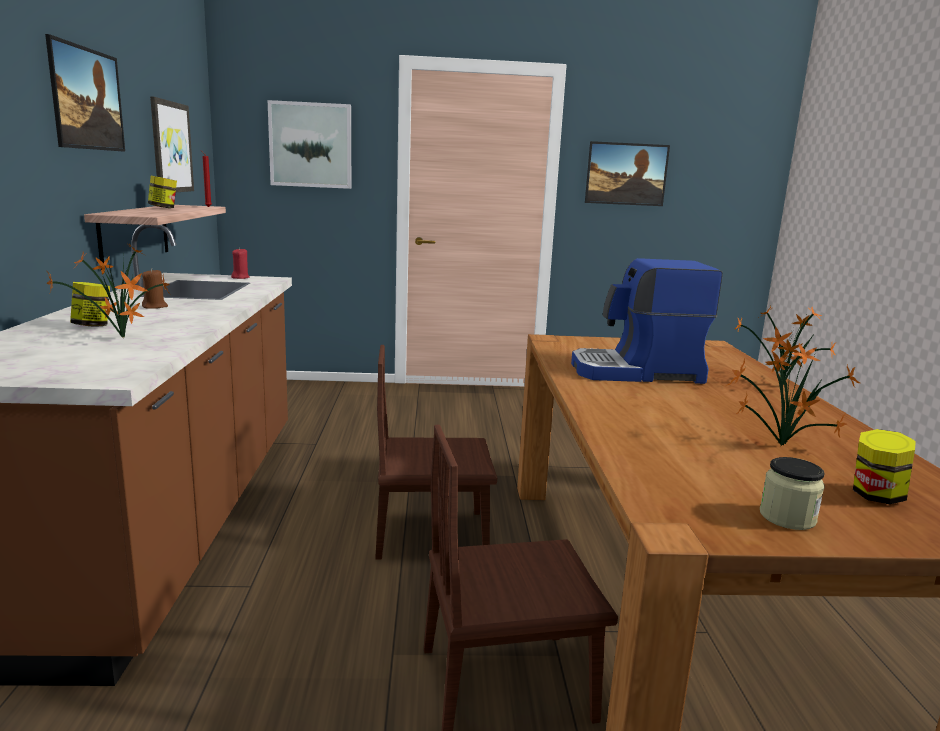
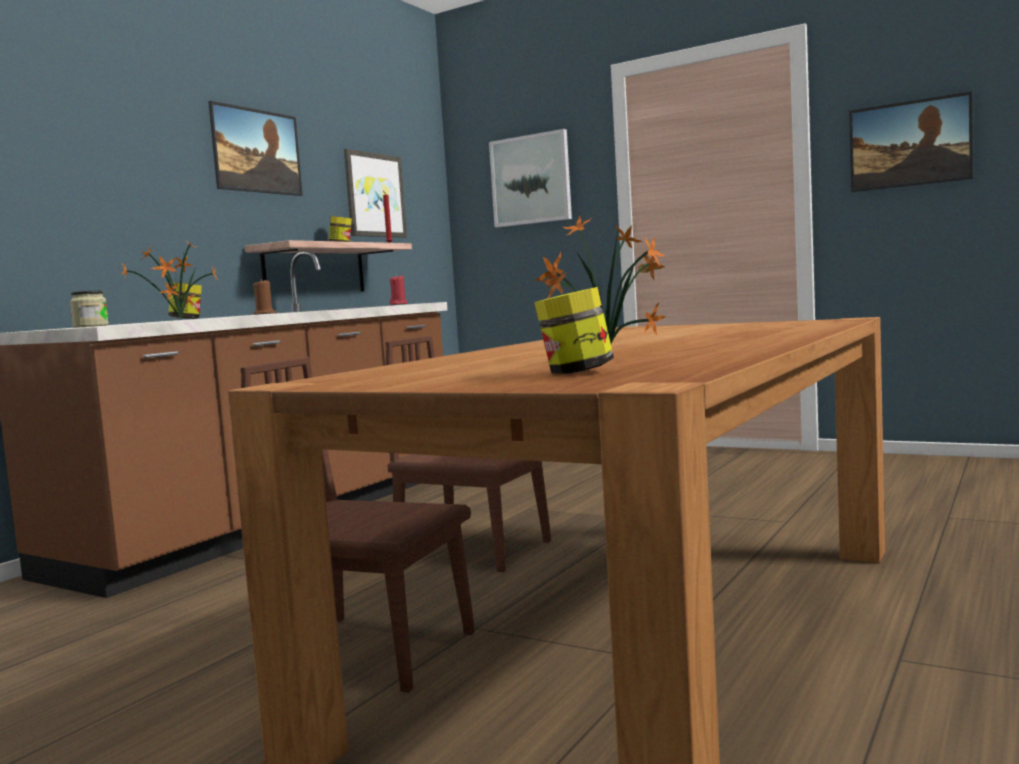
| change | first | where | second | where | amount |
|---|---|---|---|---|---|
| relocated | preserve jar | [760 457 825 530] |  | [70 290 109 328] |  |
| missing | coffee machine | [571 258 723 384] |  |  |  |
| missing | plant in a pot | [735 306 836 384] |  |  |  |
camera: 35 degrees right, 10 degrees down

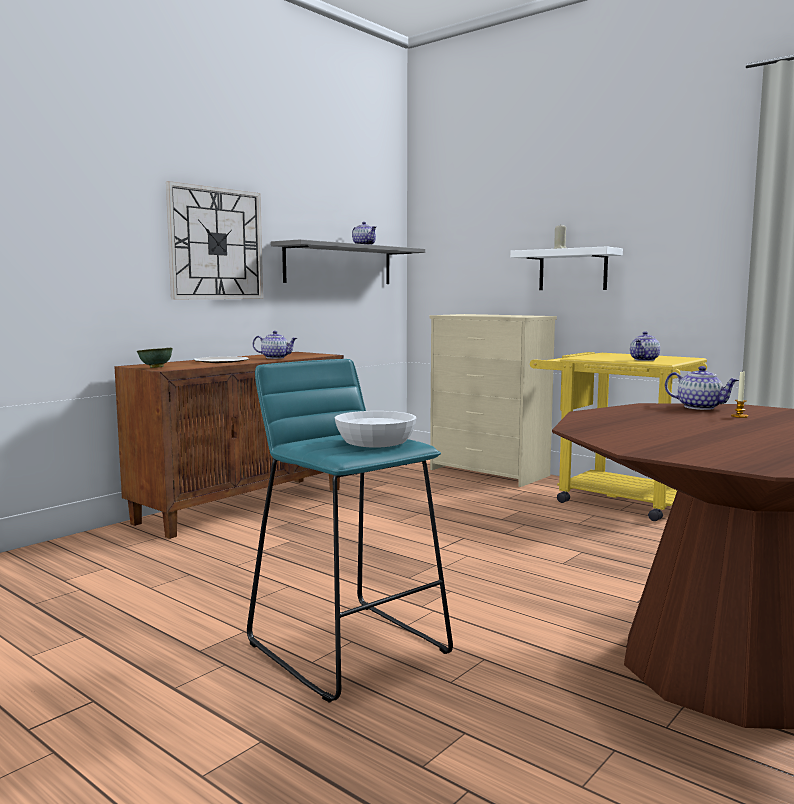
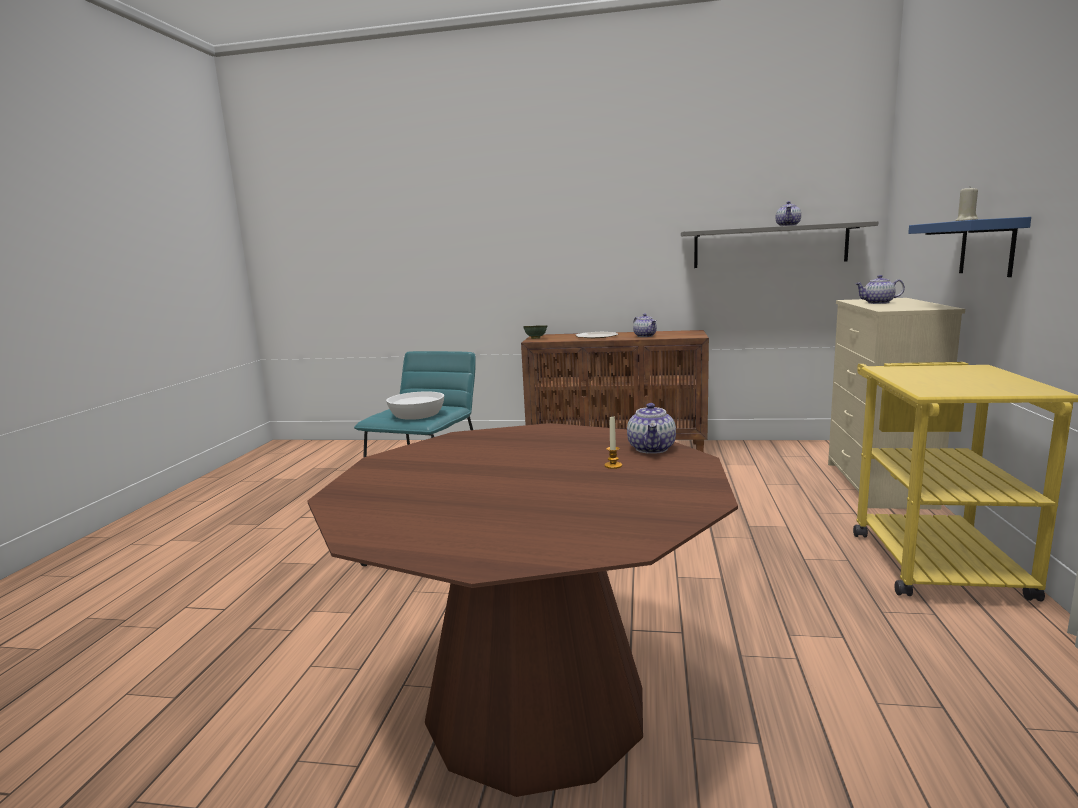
| change | first | where | second | where | amount |
|---|---|---|---|---|---|
| relocated | teapot | [630 331 660 361] |  | [855 275 905 304] |  |
| colour | bracket shelf in white-coloured | [510 246 623 290] | bracket shelf in blue | [908 217 1031 277] |  |
| missing | clock on the wall | [166 181 263 299] |  |  |  |
camera: 60 degrees right, 5 degrees up

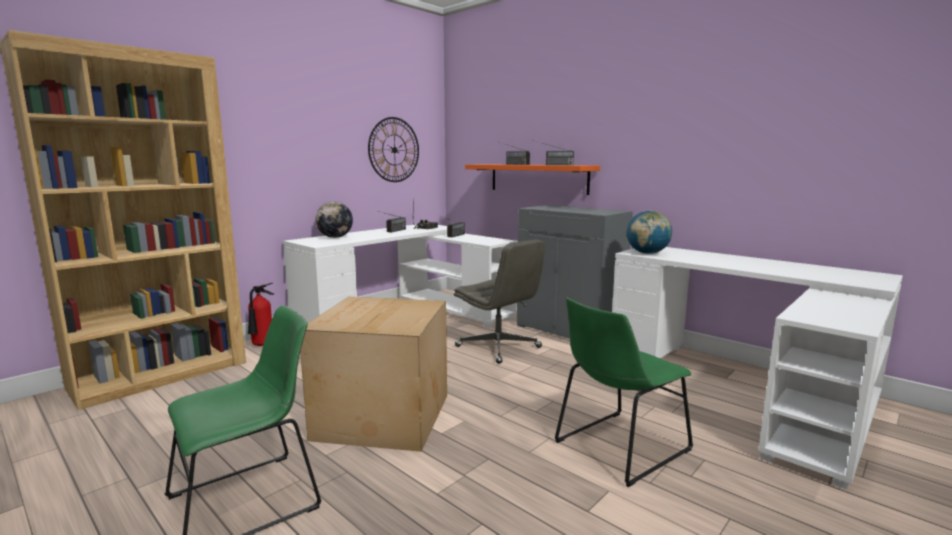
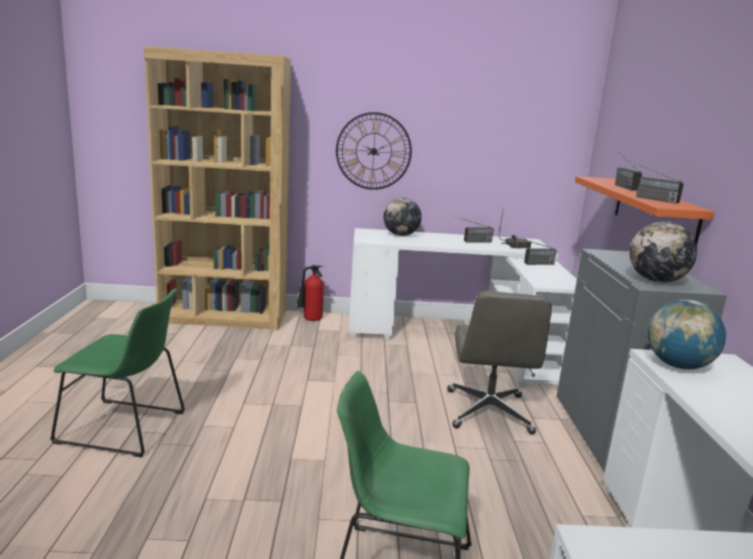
| change | first | where | second | where | amount |
|---|---|---|---|---|---|
| relocated | clock on the wall | [368 117 419 182] |  | [336 112 412 190] |  |
| appeared |  |  | desk globe | [630 222 697 283] |  |
| missing | packing box | [300 297 447 452] |  |  |  |
camera: 45 degrees right, 5 degrees up

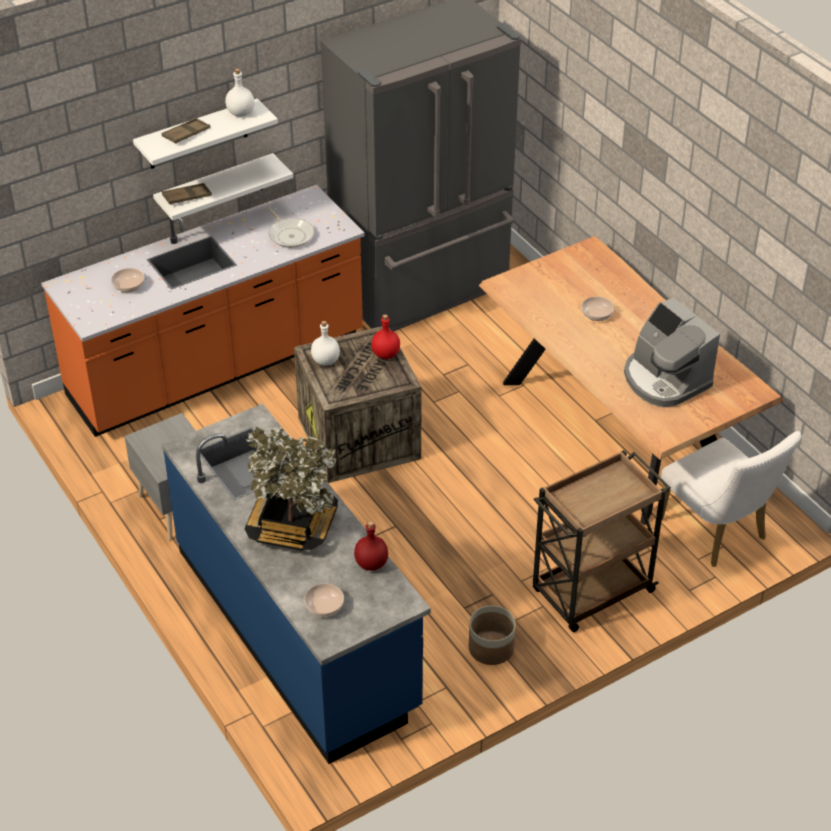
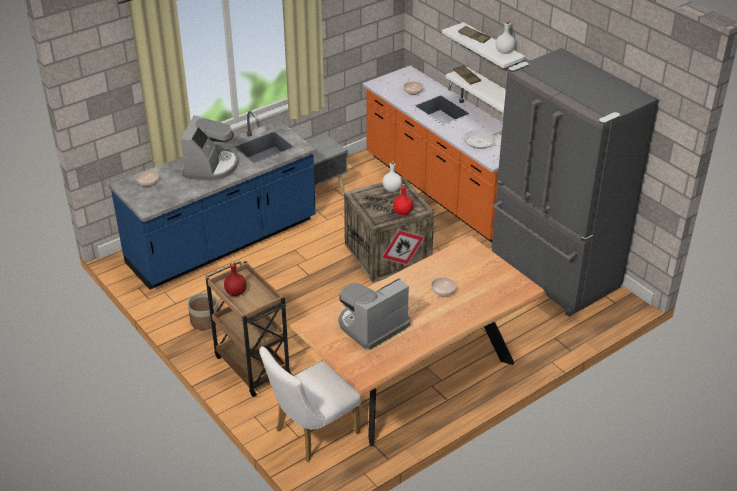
| change | first | where | second | where | amount |
|---|---|---|---|---|---|
| exchanged | plant in a pot | [245 426 338 551] | coffee machine | [181 115 238 182] |  |
| relocated | bottle in red-coloured | [354 521 388 571] |  | [224 261 246 296] |  |
camera: 85 degrees right, 5 degrees down

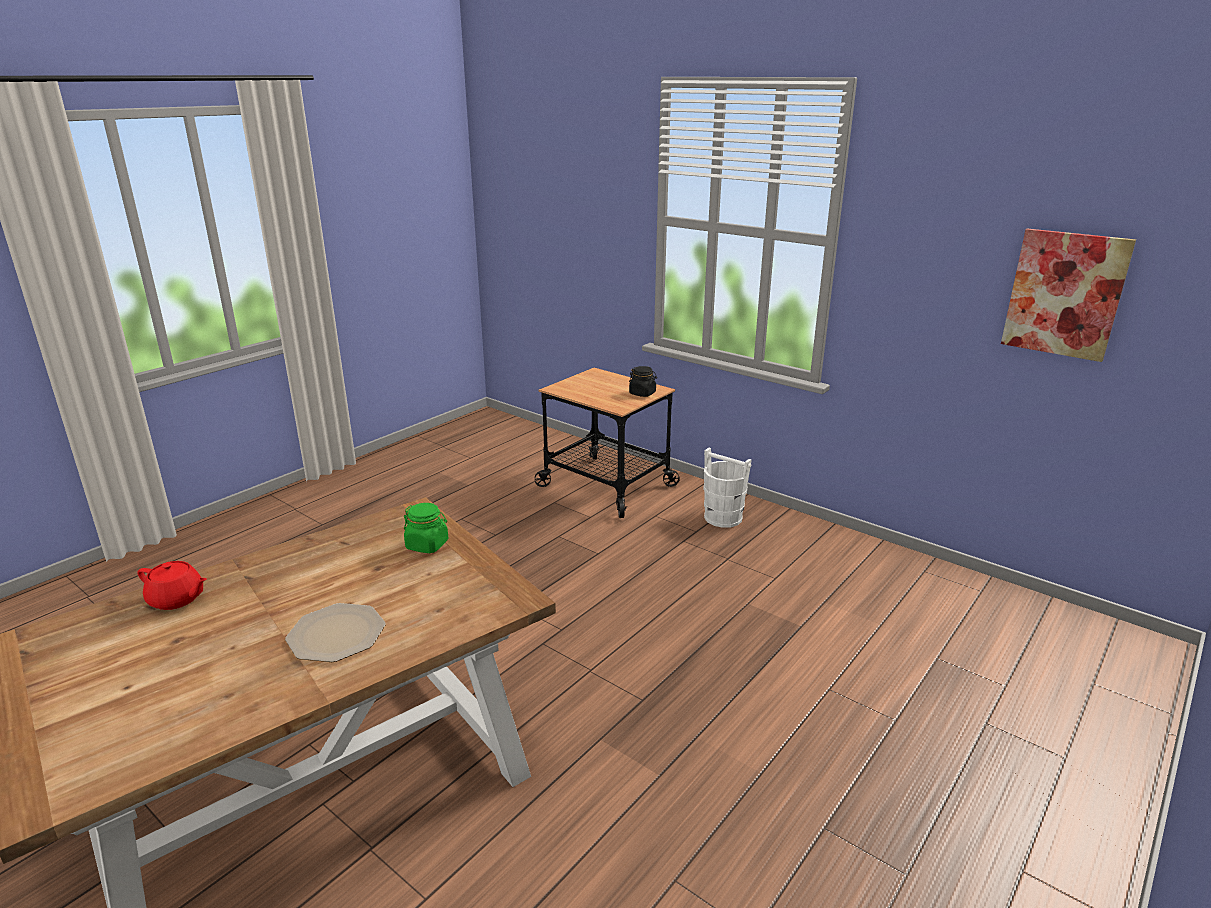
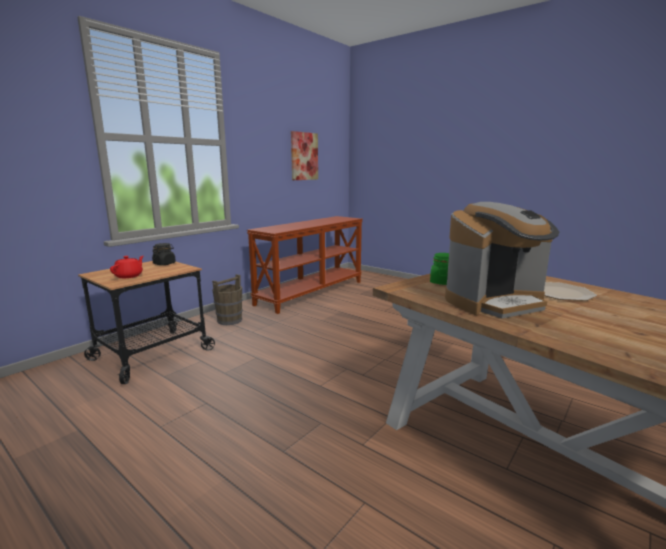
| change | first | where | second | where | amount |
|---|---|---|---|---|---|
| relocated | teapot in red-coloured | [137 561 207 610] |  | [110 256 143 278] |  |
| colour | water bucket in white-coloured | [704 448 752 528] | water bucket in brown-coloured | [212 274 243 325] |  |
| appeared |  |  | narrow table in brown-coloured | [247 216 363 314] |  |
| appeared |  |  | coffee machine | [445 202 559 318] |  |
camera: 90 degrees left, 10 degrees down

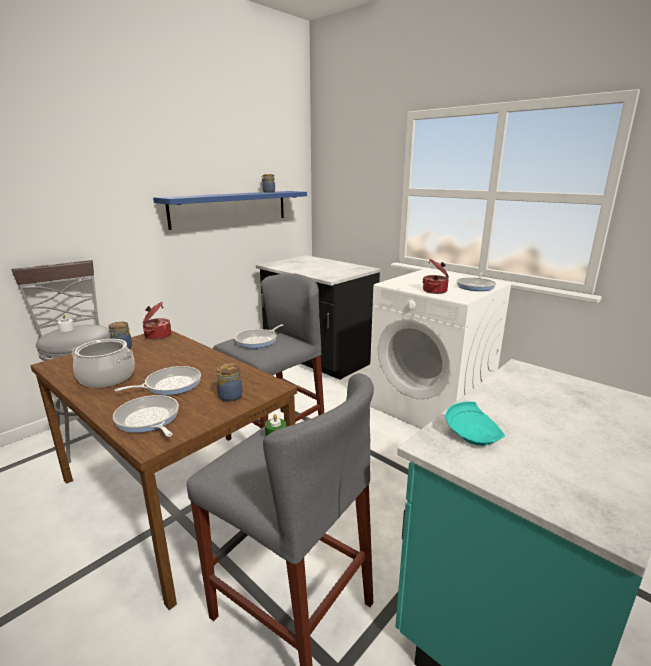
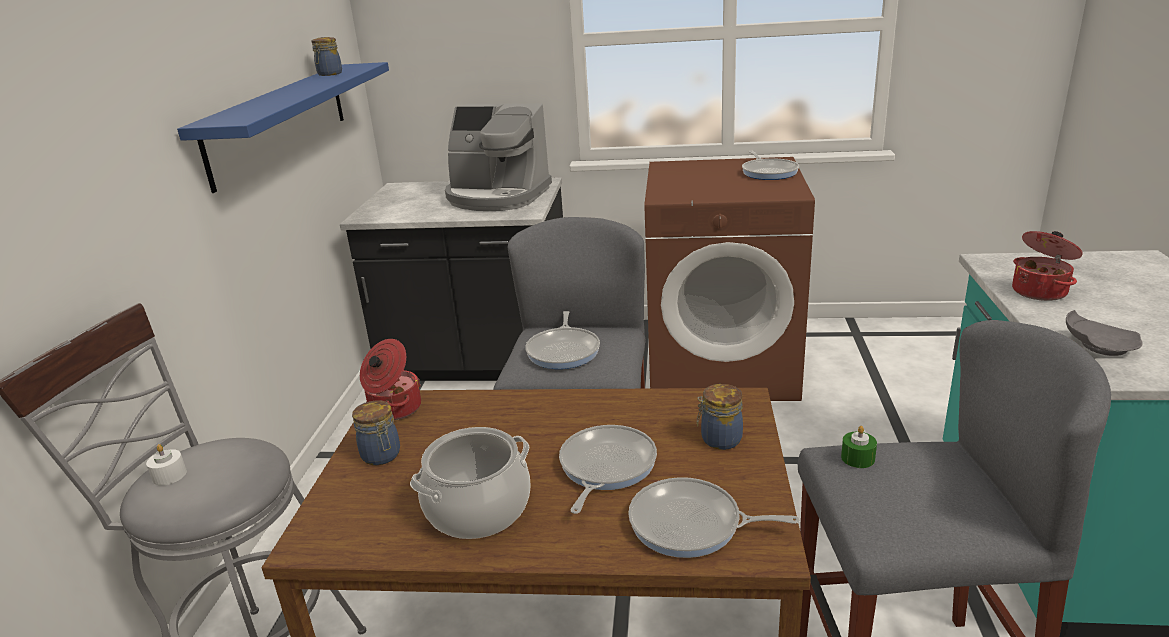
| change | first | where | second | where | amount |
|---|---|---|---|---|---|
| appeared |  |  | coffee machine | [445 103 552 211] |  |
| colour | washing machine in white-coloured | [370 269 513 429] | washing machine in brown-coloured | [644 157 815 401] |  |
| relocated | cooking pot | [422 259 449 294] |  | [1012 231 1083 301] |  |
| colour | flat dish in blue-green | [446 402 505 446] | flat dish in greyish | [1066 310 1143 356] |  |
camera: 35 degrees left, 5 degrees up

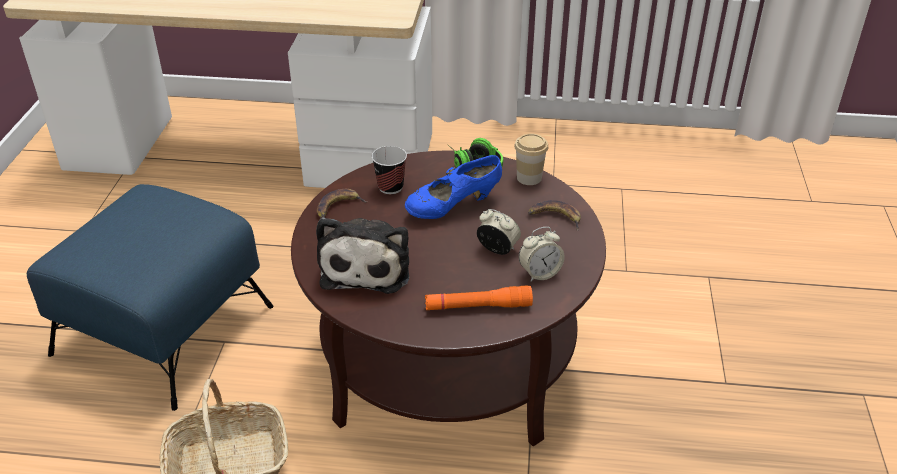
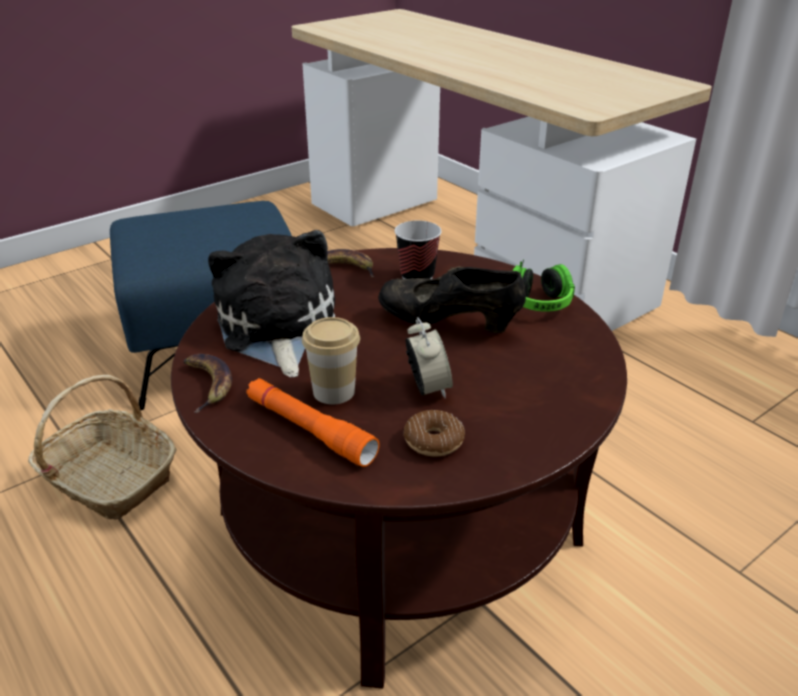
| change | first | where | second | where | amount |
|---|---|---|---|---|---|
| relocated | banana fruit | [528 200 581 231] |  | [183 354 232 413] |  |
| spun | soft toy | [316 217 409 294] |  | [208 230 335 377] | 120 degrees clockwise |
| relocated | cup | [514 134 548 185] |  | [302 317 360 404] |  |
| colour | item of footwear in blue | [405 155 502 219] | item of footwear in black-coloured | [378 267 526 333] |  |
| exchanged | alarm clock | [519 227 565 282] | donut | [404 410 465 457] |  |
camera: 45 degrees right, 5 degrees down

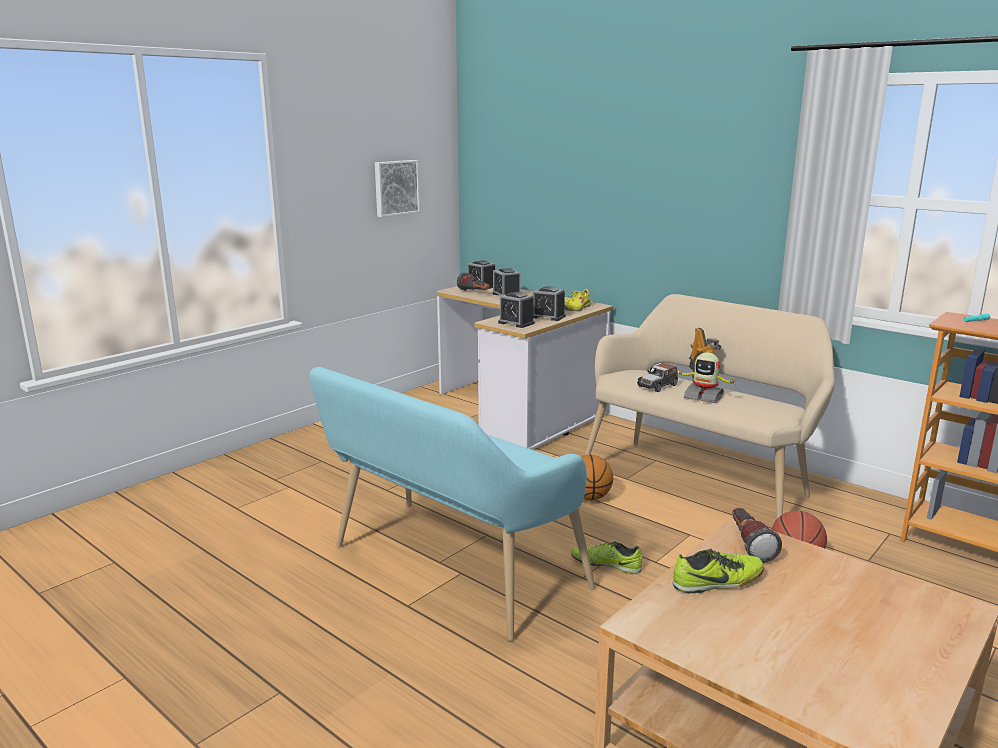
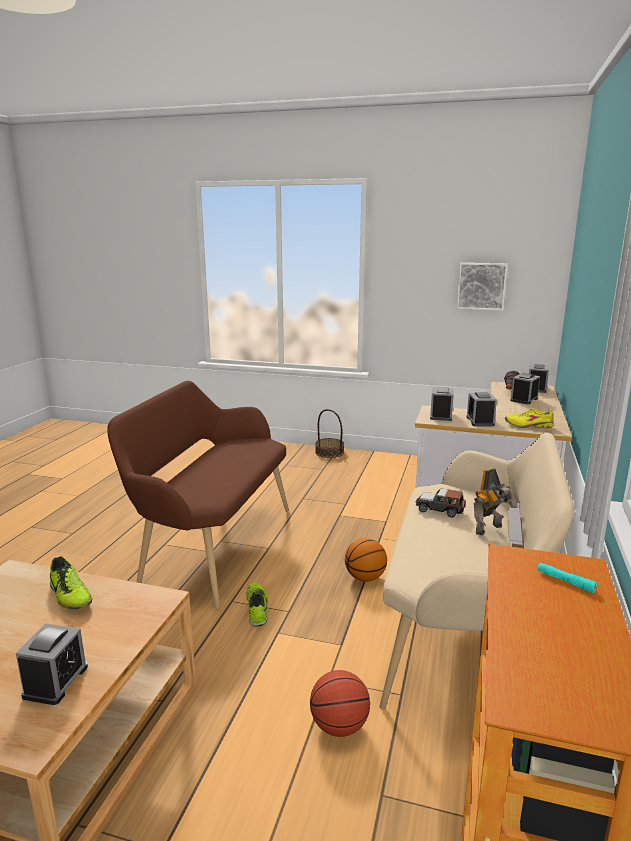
| change | first | where | second | where | amount |
|---|---|---|---|---|---|
| appeared |  |  | alarm clock | [16 623 88 705] |  |
| colour | long seat in blue-green | [309 367 595 641] | long seat in brown-coloured | [107 381 289 609] |  |
| appeared |  |  | basket | [315 409 344 458] |  |
| missing | robot figure | [676 352 736 403] |  |  |  |
| missing | hand torch | [732 508 782 563] |  |  |  |
camera: 65 degrees right, 0 degrees up

